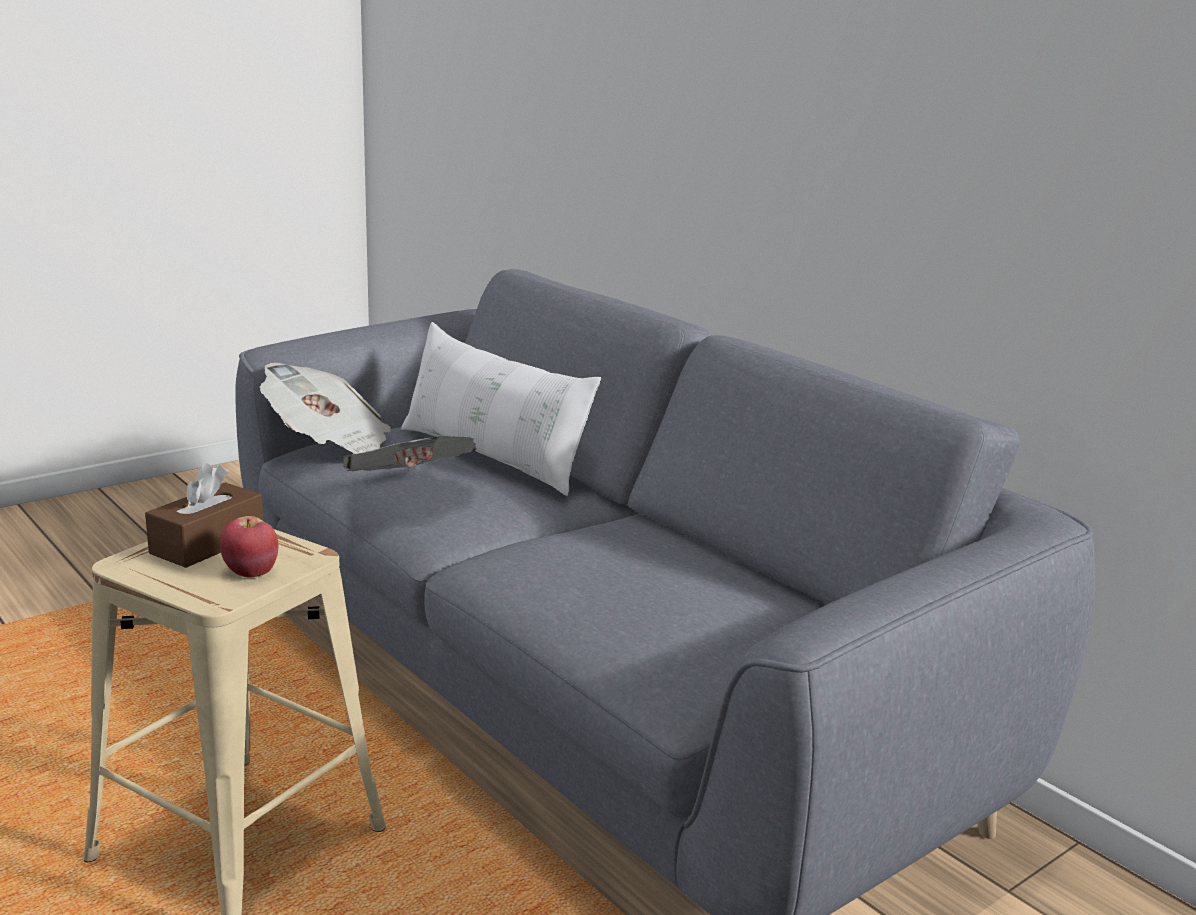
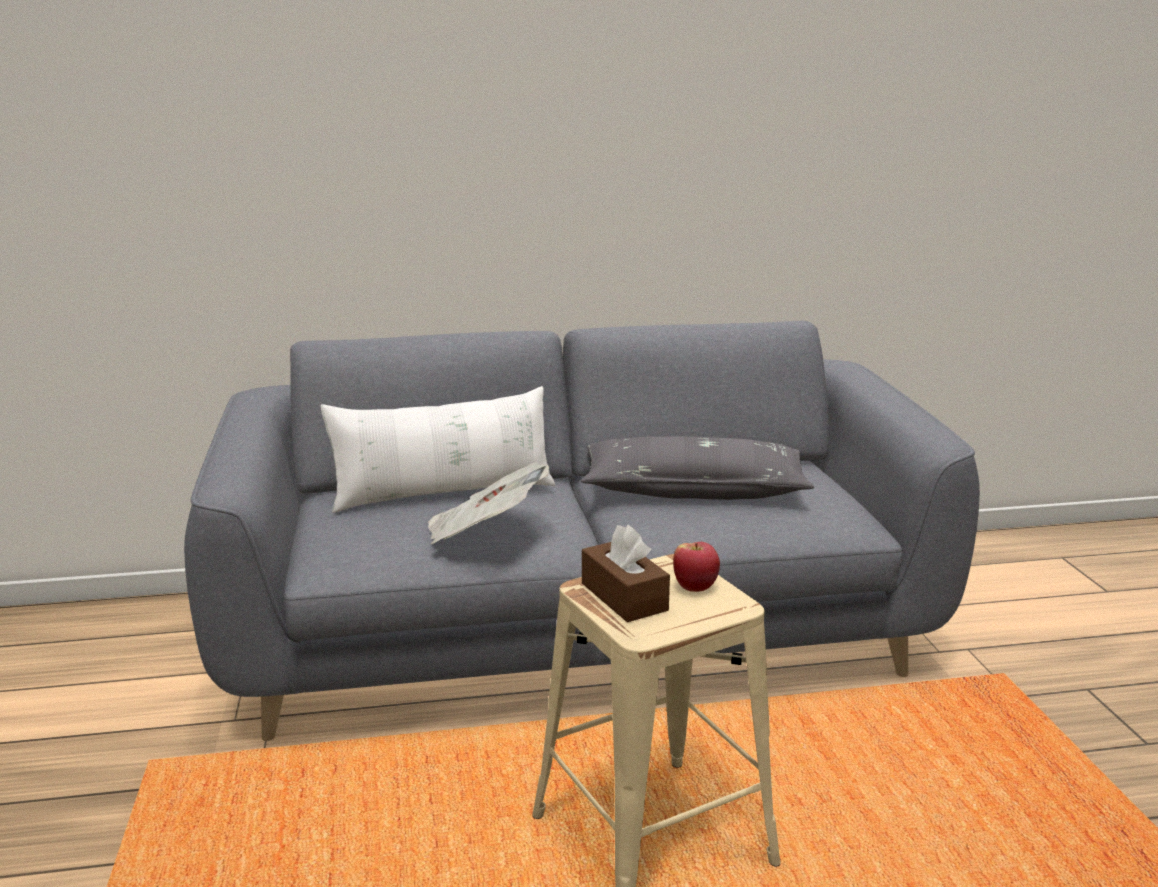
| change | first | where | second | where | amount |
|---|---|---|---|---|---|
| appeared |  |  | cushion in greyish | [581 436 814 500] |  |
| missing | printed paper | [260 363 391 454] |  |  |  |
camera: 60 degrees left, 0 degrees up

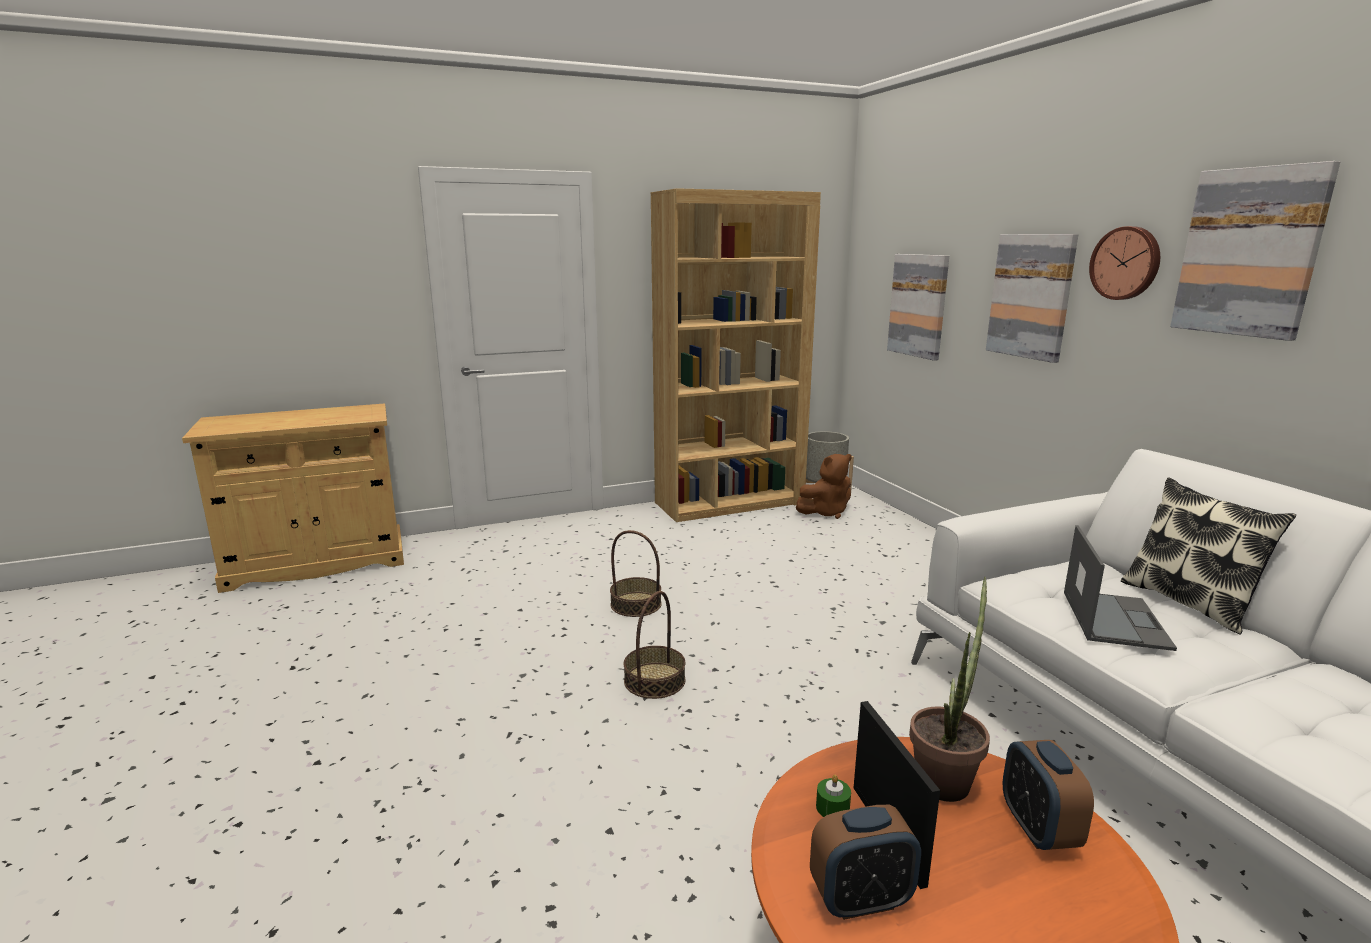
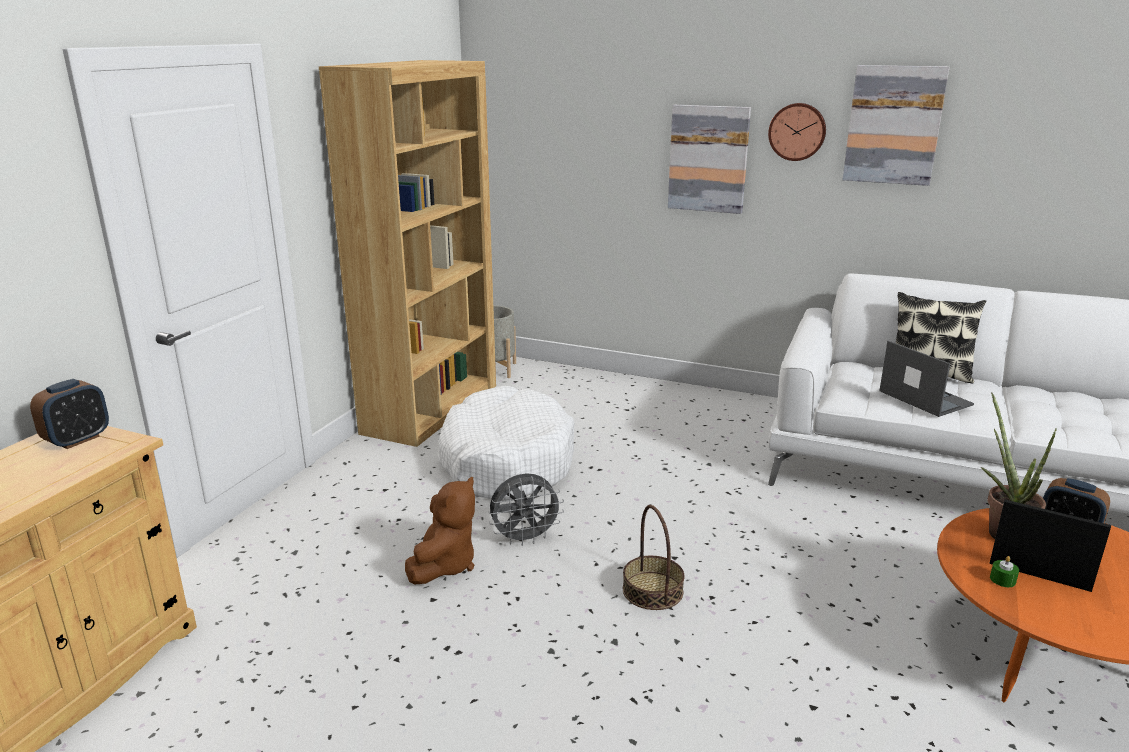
| change | first | where | second | where | amount |
|---|---|---|---|---|---|
| relocated | alarm clock | [810 805 921 920] |  | [30 379 109 449] |  |
| relocated | soft toy in brown-coloured | [796 454 852 519] |  | [405 477 475 585] |  |
| appeared |  |  | dog cushion in white-coloured | [437 386 574 501] |  |
| exchanged | basket | [610 530 662 617] | electric fan in greyish | [488 473 564 546] |  |
| missing | picture | [887 254 949 361] |  |  |  |
camera: 45 degrees left, 5 degrees up

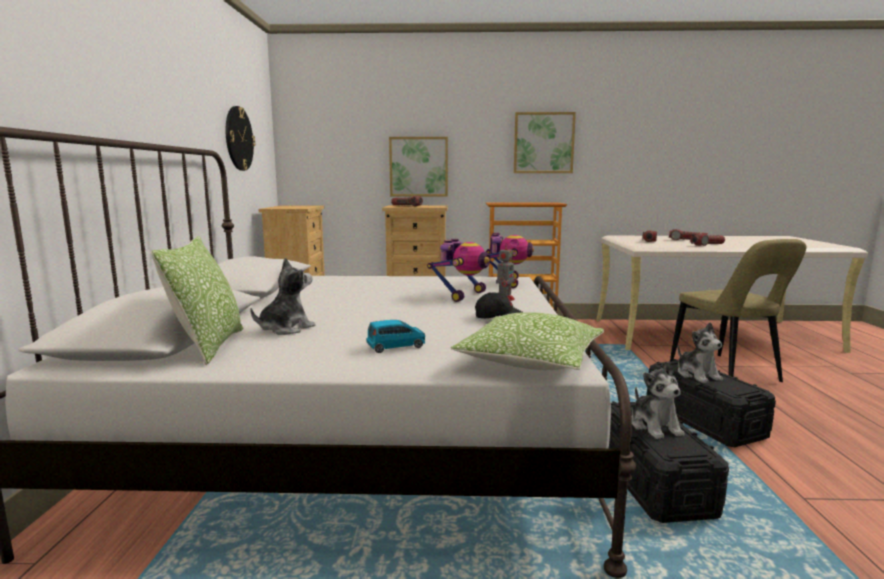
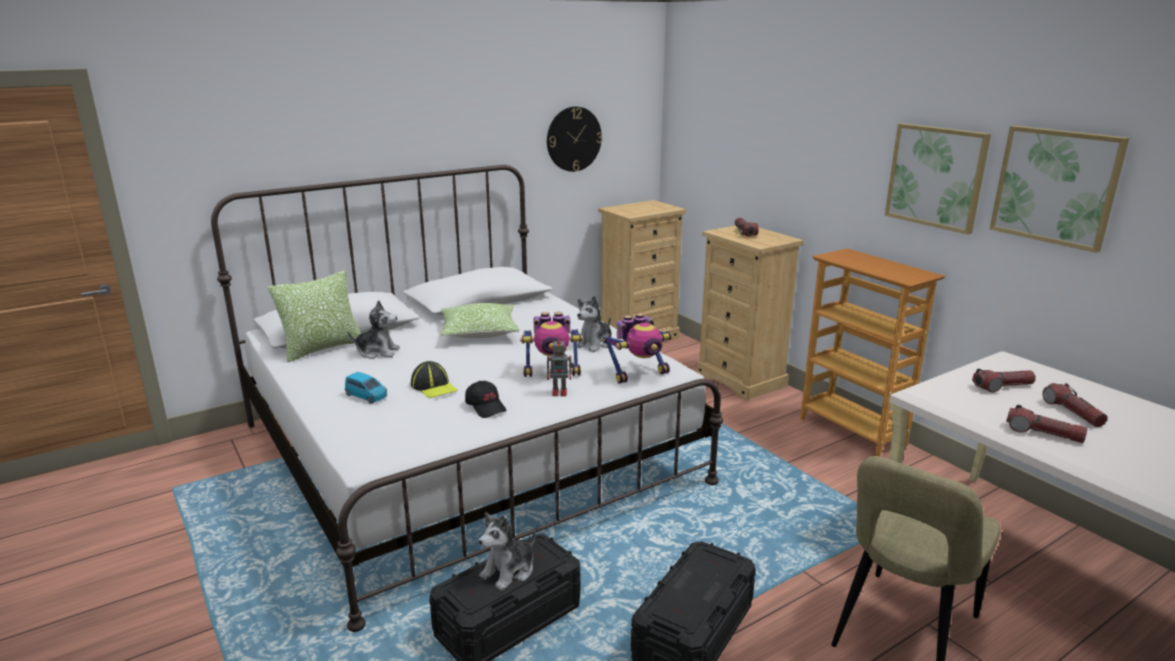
| change | first | where | second | where | amount |
|---|---|---|---|---|---|
| appeared |  |  | cap | [411 361 458 398] |  |
| relocated | cushion | [451 312 604 370] |  | [440 303 520 338] |  |
| relocated | soft toy | [677 322 723 383] |  | [577 296 612 352] |  |
| relocated | picture | [389 137 448 196] |  | [990 126 1129 253] |  |
camera: 55 degrees right, 10 degrees up

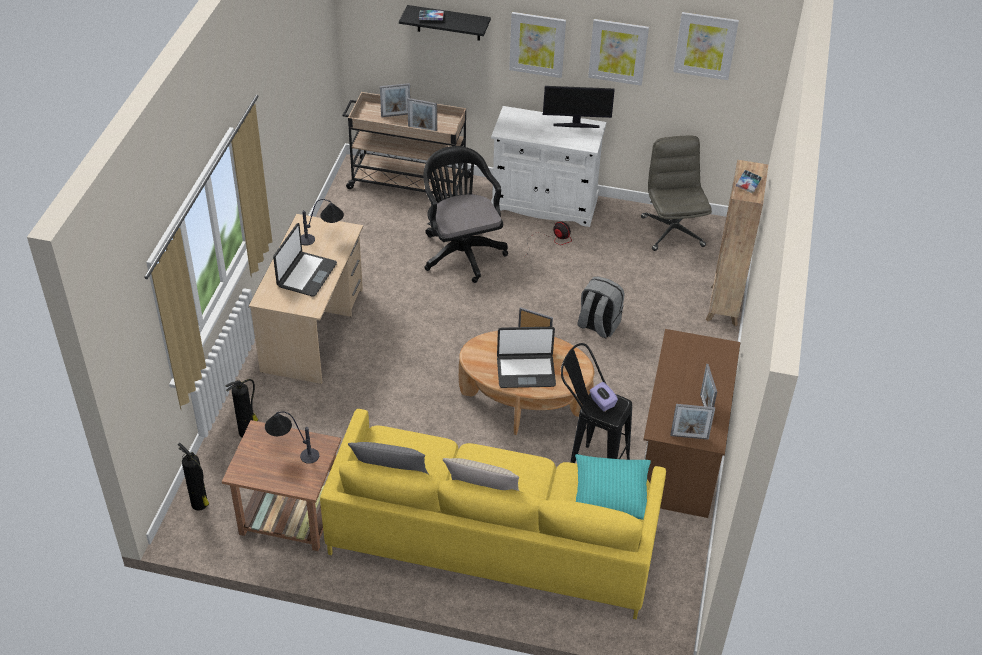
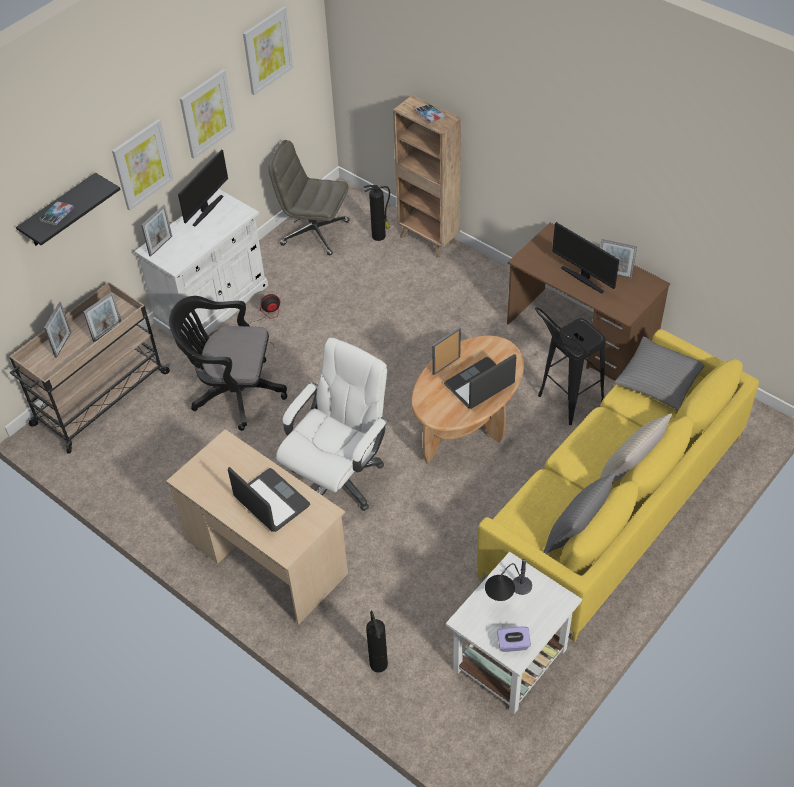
| change | first | where | second | where | amount |
|---|---|---|---|---|---|
| relocated | picture frame | [670 404 715 440] |  | [141 205 172 257] |  |
| appeared |  |  | desk chair in white-coloured | [276 338 388 511] |  |
| relocated | fire extinguisher | [178 443 209 511] |  | [364 185 390 241] |  |
| spun | notebook computer | [497 327 556 388] |  | [444 354 516 409] | 150 degrees counterclockwise |
| colour | side table in brown-coloured | [222 420 341 551] | side table in white-coloured | [446 552 582 714] |  |
| relocated | tissue box in purplish | [589 382 618 411] |  | [497 626 531 652] |  |
| appeared |  |  | computer display | [552 222 619 293] |  |
| colour | cushion in blue-green | [575 454 651 520] | cushion in greyish | [614 336 704 411] |  |
| missing | tabletop lamp | [301 199 344 246] |  |  |  |
| missing | rucksack in greyish | [577 276 624 339] |  |  |  |
camera: 60 degrees left, 5 degrees up

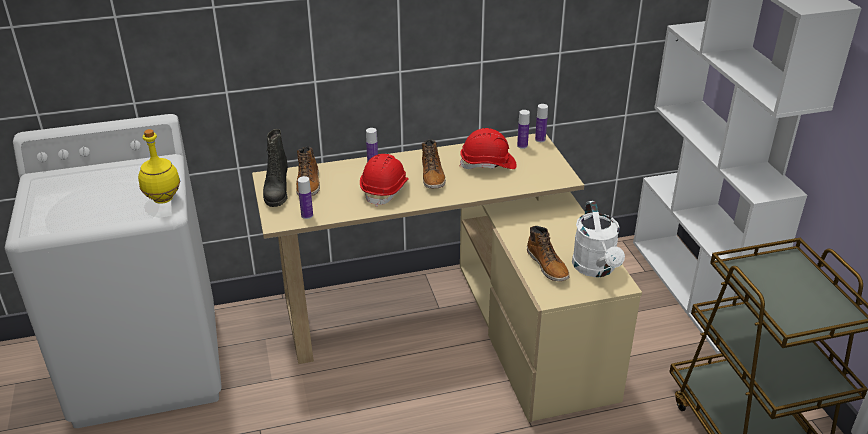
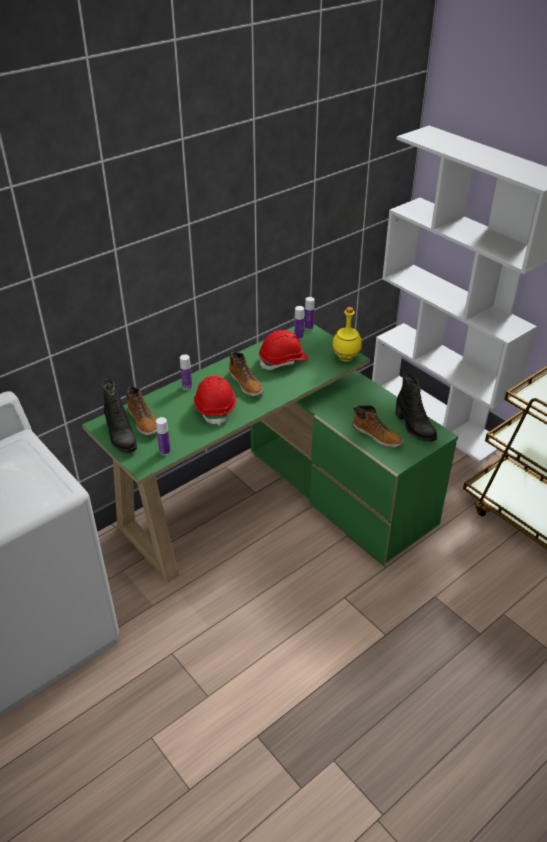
| change | first | where | second | where | amount |
|---|---|---|---|---|---|
| colour | desk unit in beige | [252 133 642 422] | desk unit in green-coloured | [82 321 458 582] |  |
| relocated | bottle in yellowish | [138 129 180 204] |  | [332 307 362 361] |  |
| exchanged | sprinkling can in white-coloured | [572 201 625 277] | boot in black-coloured | [396 372 437 442] |  |
camera: 25 degrees left, 5 degrees up

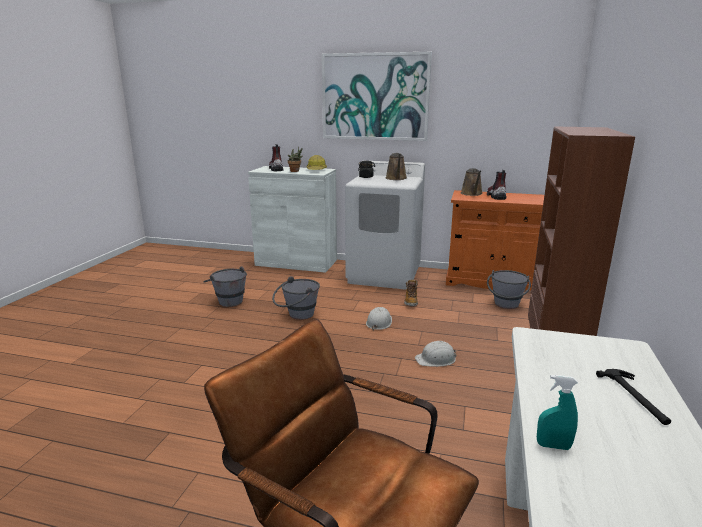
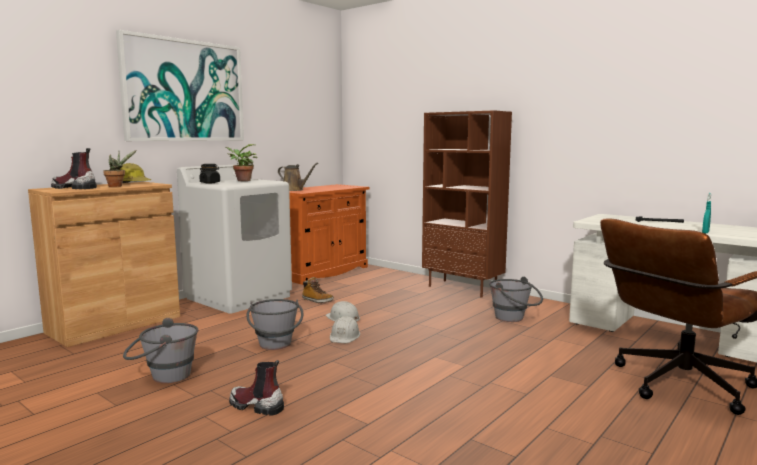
| change | first | where | second | where | amount |
|---|---|---|---|---|---|
| colour | cupboard in white-coloured | [248 166 337 273] | cupboard in brown-coloured | [28 182 180 347] |  |
| exchanged | sprinkling can in brown-coloured | [386 153 407 180] | plant in a pot | [225 144 258 181] |  |
| relocated | boot | [487 170 506 200] |  | [229 360 284 415] |  |
| relocated | hard hat in white-coloured | [415 341 456 367] |  | [330 316 360 343] |  |
| relocated | water bucket in greyish | [487 270 531 309] |  | [489 277 543 322] |  |
camera: 65 degrees left, 10 degrees down

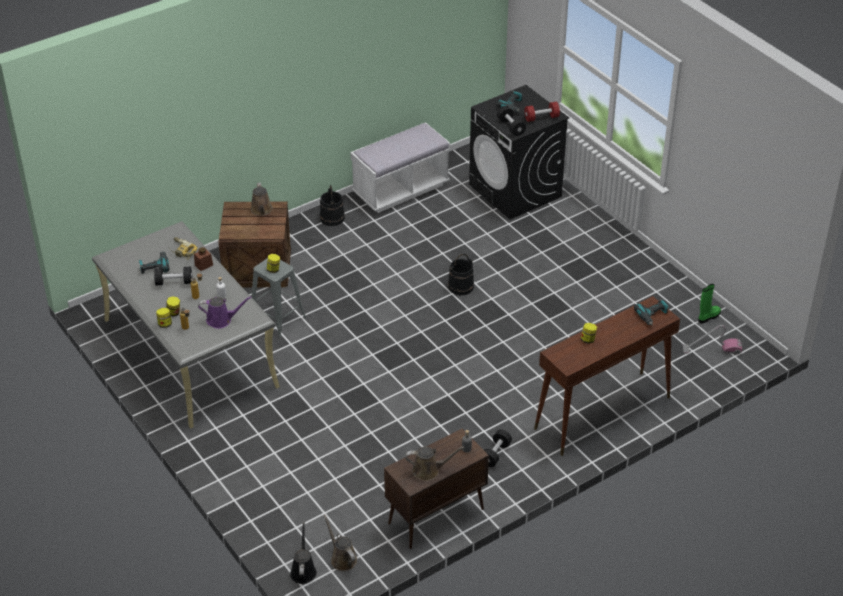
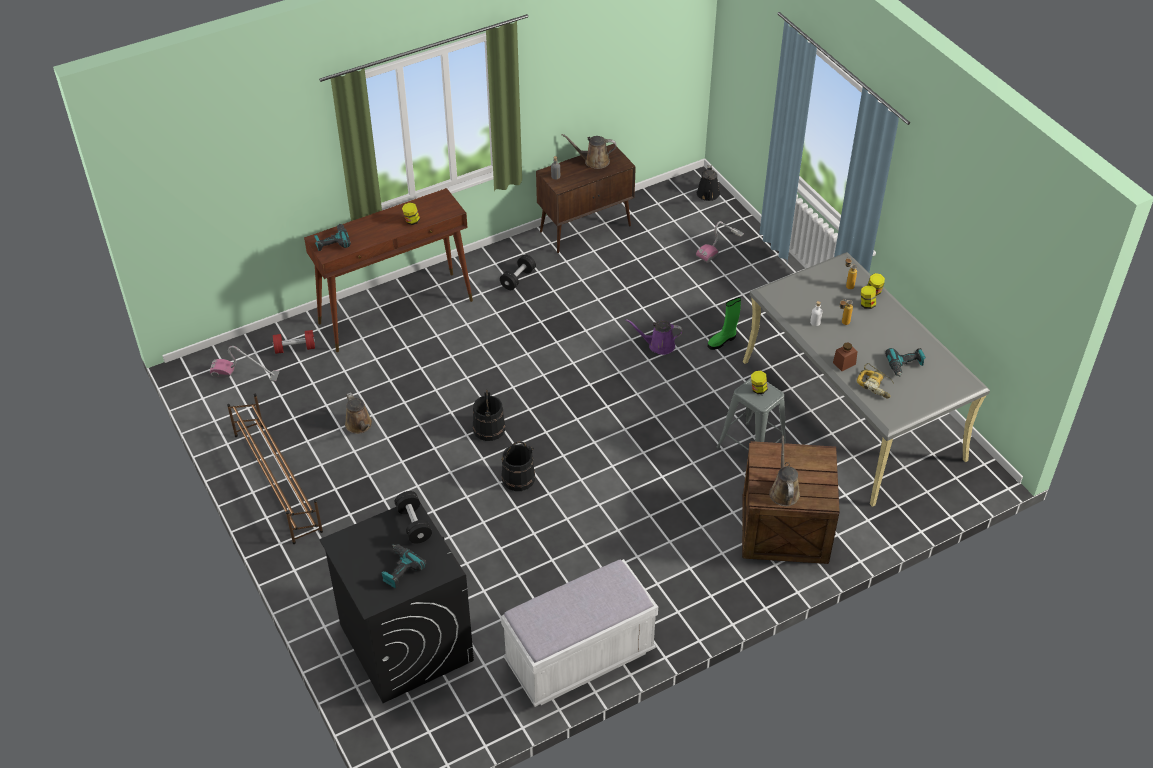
| change | first | where | second | where | amount |
|---|---|---|---|---|---|
| appeared |  |  | shoe shelf in brown-coloured | [227 394 323 544] |  |
| relocated | hand weight in red-coloured | [524 102 560 122] |  | [273 330 315 354] |  |
| relocated | sprinkling can in brown-coloured | [324 514 357 571] |  | [345 392 372 434] |  |
| relocated | water bucket in black-coloured | [320 185 345 226] |  | [473 390 505 441] |  |
| relocated | sprinkling can in purplish | [198 297 252 329] |  | [626 319 683 355] |  |
| appeared |  |  | hoover | [696 221 744 263] |  |
| relocated | boot in green-coloured | [698 284 721 324] |  | [708 297 741 350] |  |
| missing | hand weight in black-coloured | [154 267 192 286] |  |  |  |
camera: 175 degrees left, 5 degrees up

